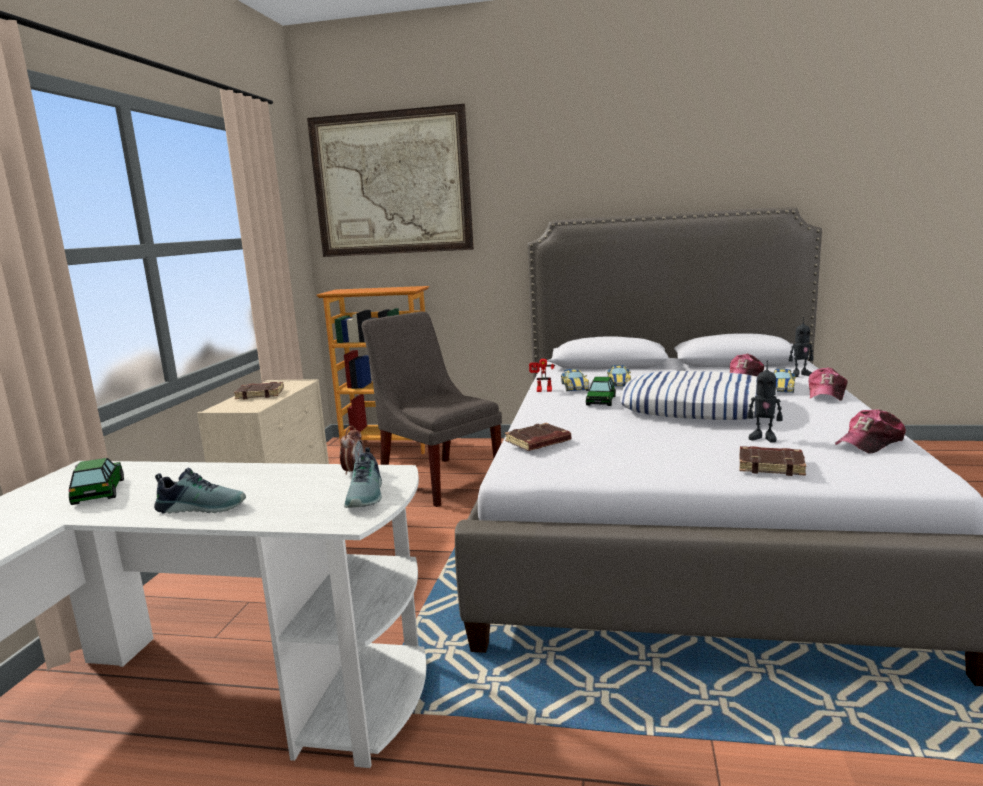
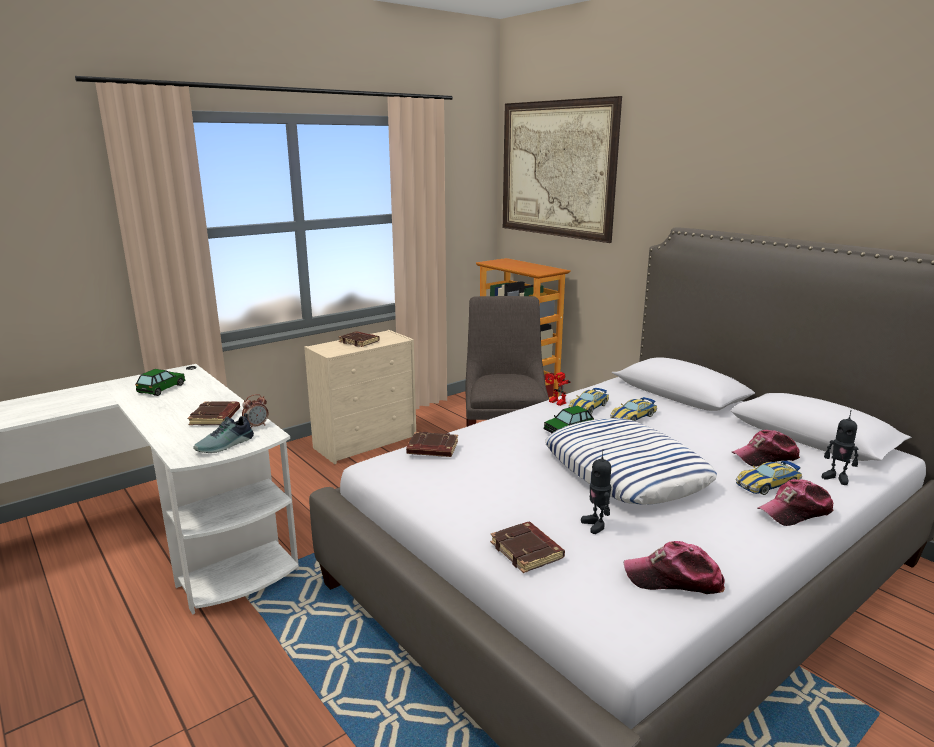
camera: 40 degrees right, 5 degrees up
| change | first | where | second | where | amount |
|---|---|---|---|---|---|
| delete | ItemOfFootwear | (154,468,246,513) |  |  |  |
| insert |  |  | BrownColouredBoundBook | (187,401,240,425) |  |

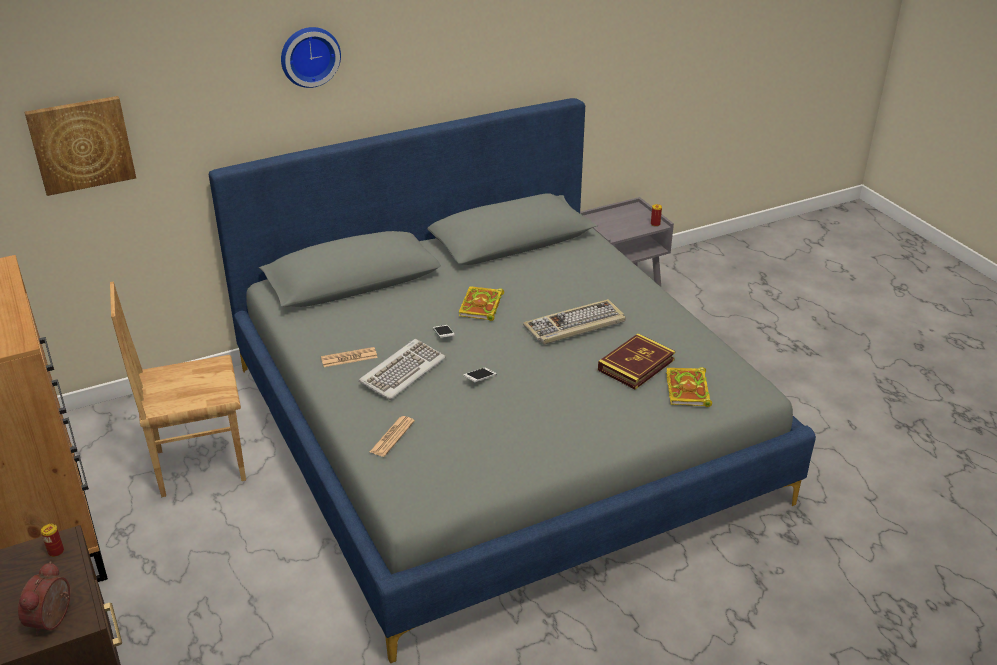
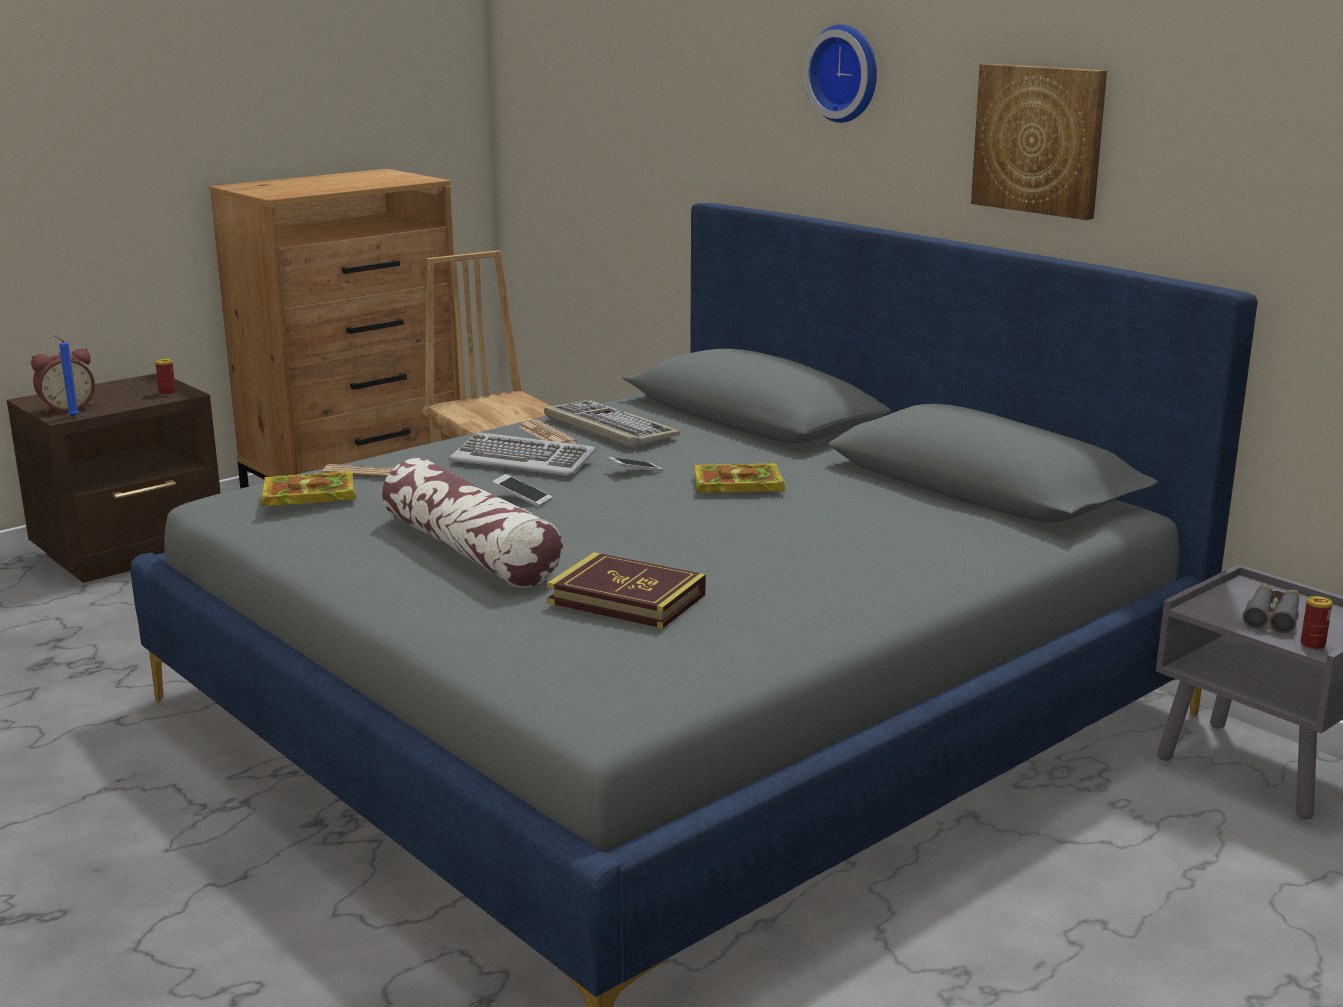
camera: 75 degrees right, 15 degrees down
| change | first | where | second | where | amount |
|---|---|---|---|---|---|
| rotate | AlarmClock | (18,561,70,635) |  | (31,348,95,413) | 150 degrees clockwise |
| move | WallPicture | (25,96,136,196) |  | (971,63,1107,220) |  |
| move | PcKeyboard | (523,299,625,345) |  | (544,400,680,448) |  |
| move | BoundBook | (666,367,712,407) |  | (261,471,356,506) |  |
| insert |  |  | BlueColouredWaxLight | (53,335,79,417) |  |
| insert |  |  | Cushion | (382,458,563,588) |  |
| insert |  |  | GrayFieldGlasses | (1243,584,1299,634) |  |

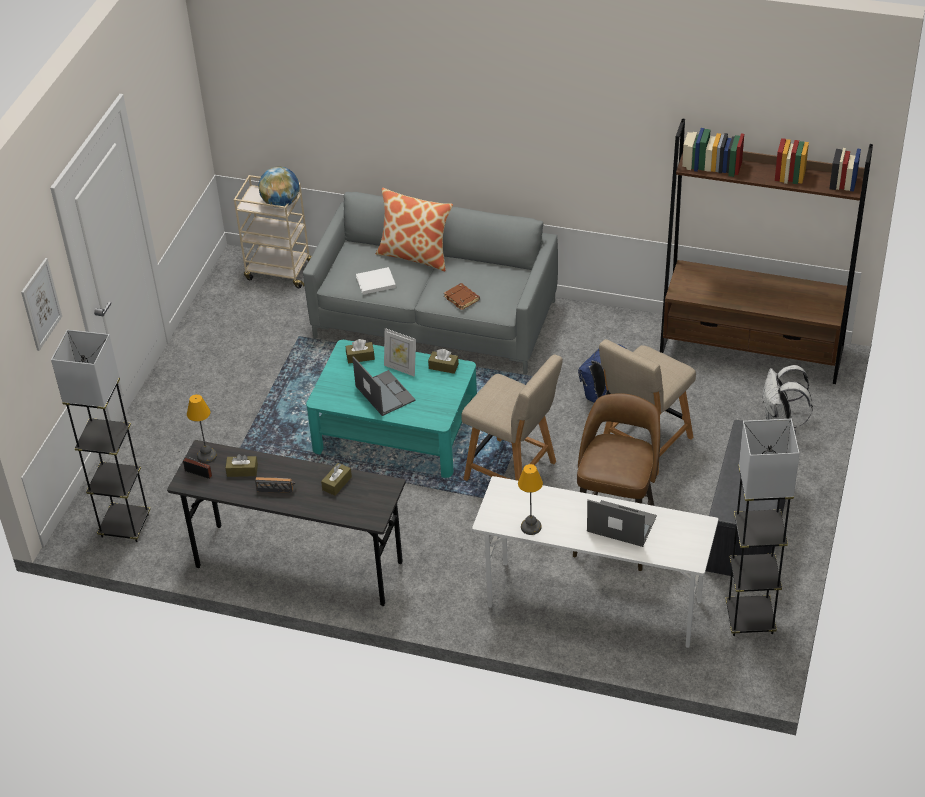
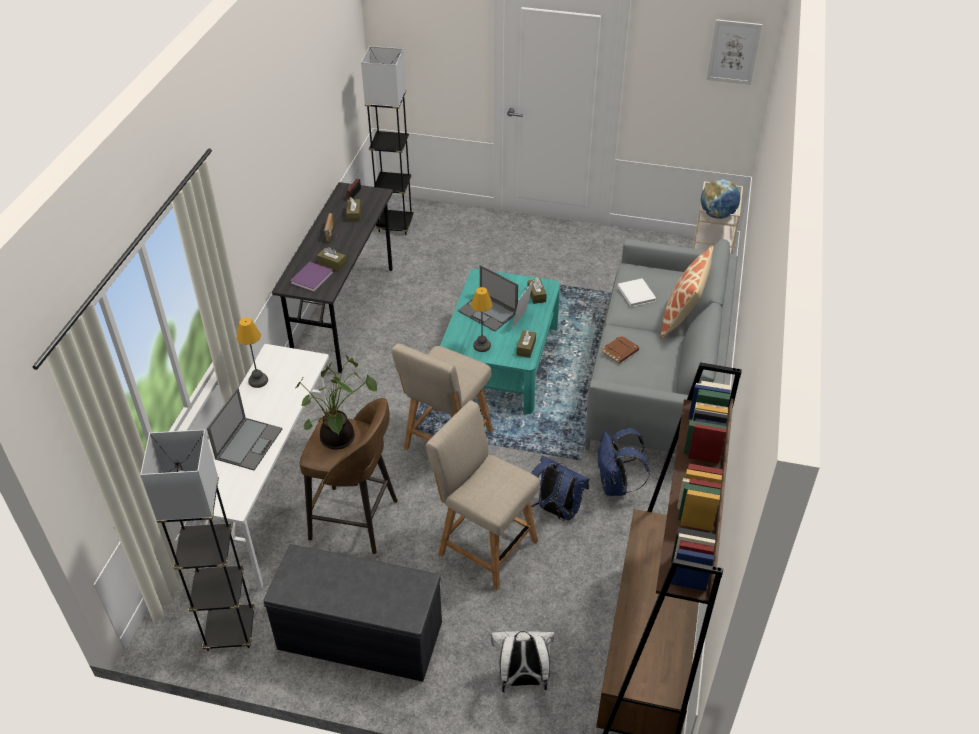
camera: 85 degrees right, 0 degrees up
| change | first | where | second | where | amount |
|---|---|---|---|---|---|
| move | WallPicture | (21,258,62,351) |  | (707,19,762,85) |  |
| move | TabletopLamp | (187,394,217,464) |  | (471,287,493,352) |  |
| rotate | PortableComputer | (352,356,416,416) |  | (458,265,518,331) | 75 degrees clockwise |
| insert |  |  | PurplishBoundBook | (290,262,333,292) |  |
| insert |  |  | Houseplant | (296,355,377,450) |  |
| insert |  |  | BlueColouredBackpack | (597,428,650,496) |  |

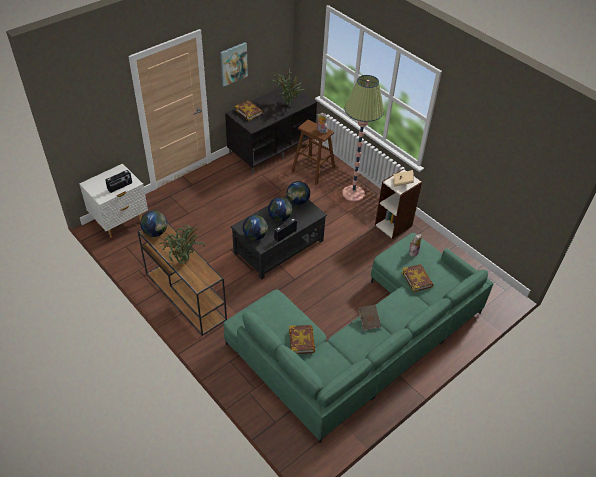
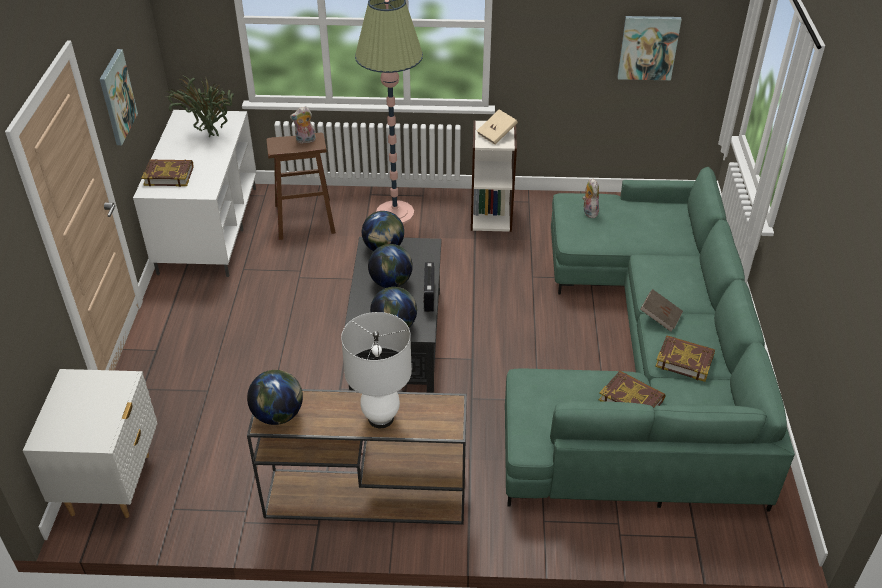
camera: 45 degrees left, 5 degrees down
| change | first | where | second | where | amount |
|---|---|---|---|---|---|
| delete | RadioReceiver | (105,170,132,193) |  |  |  |
| replace | Houseplant | (158,225,205,264) | WhiteColouredTabletopLamp | (341,312,412,428) |  |
| recolor | BlackishTvUnit | (225,84,317,174) | WhiteColouredTvUnit | (133,110,257,277) |  |
| move | BoundBook | (402,264,433,292) |  | (655,336,715,382) |  |
| insert |  |  | WallPicture | (617,16,682,80) |  |

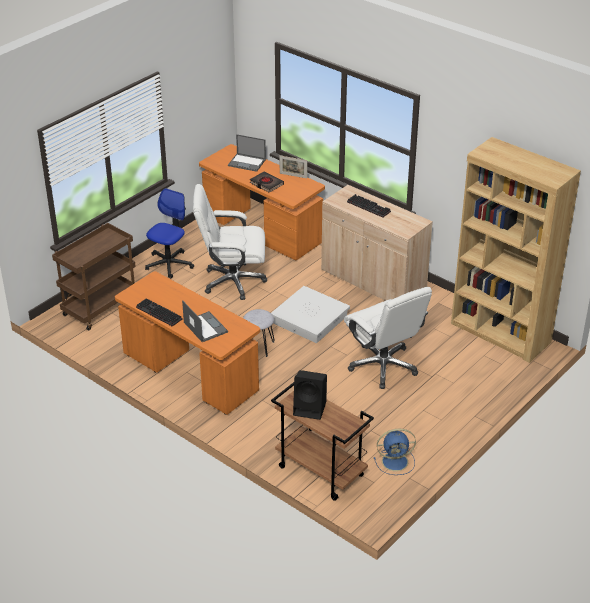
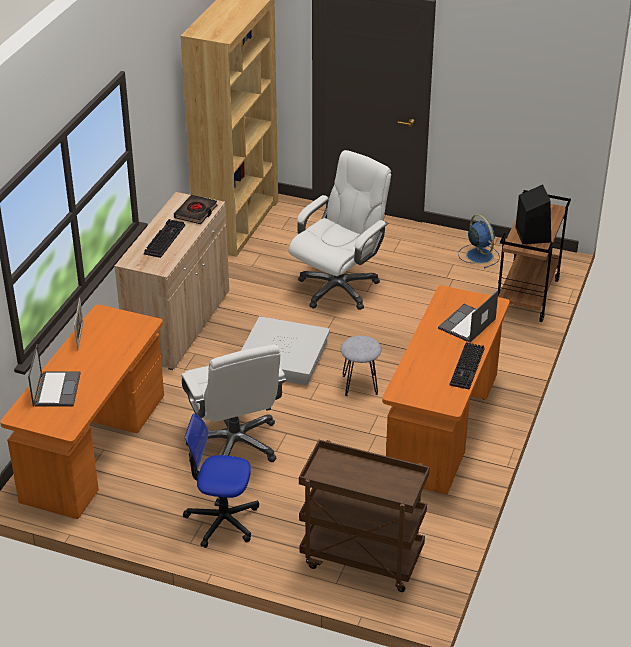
camera: 110 degrees left, 0 degrees up
| change | first | where | second | where | amount |
|---|---|---|---|---|---|
| move | BlackishBoundBook | (250,171,284,193) |  | (174,195,217,224) |  |

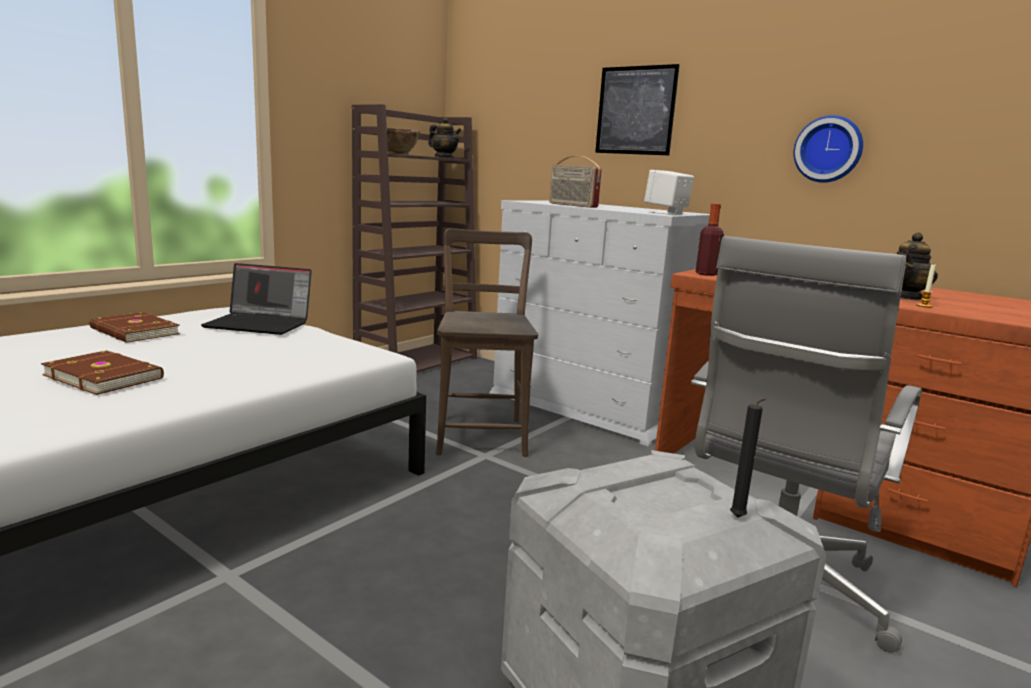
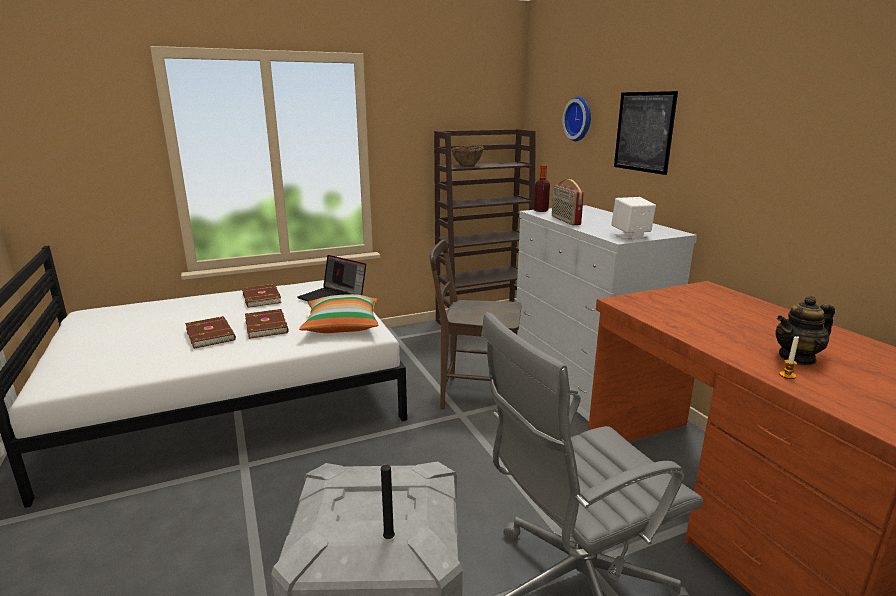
camera: 30 degrees right, 5 degrees up
| change | first | where | second | where | amount |
|---|---|---|---|---|---|
| delete | PotForTea | (428,118,462,158) |  |  |  |
| rotate | BrownColouredChair | (436,228,538,457) |  | (429,240,522,409) | 105 degrees counterclockwise |
| move | BeverageBottle | (696,203,724,276) |  | (534,165,550,212) |  |
| move | WallClock | (793,115,863,183) |  | (562,97,591,141) |  |
| insert |  |  | BrownColouredBoundBook | (245,309,289,339) |  |
| insert |  |  | Cushion | (299,294,379,333) |  |

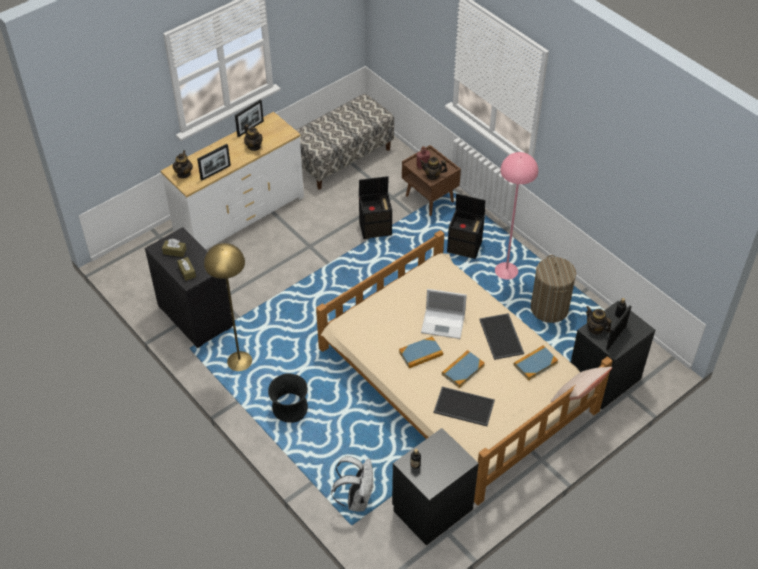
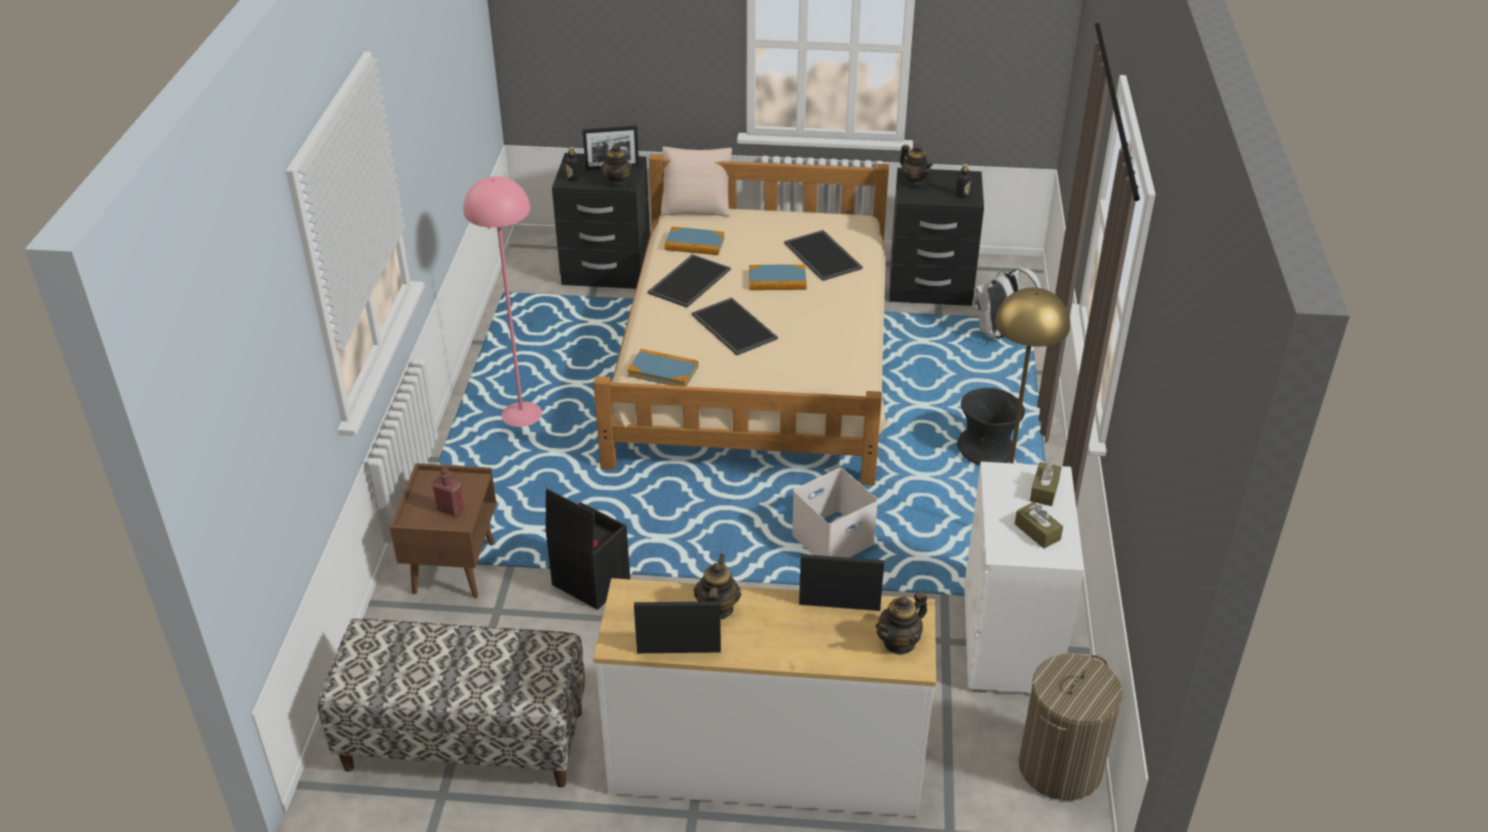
camera: 135 degrees left, 10 degrees down
| change | first | where | second | where | amount |
|---|---|---|---|---|---|
| recolor | BlackishDrawerChest | (145,227,233,348) | WhiteColouredDrawerChest | (964,462,1084,693) |  |
| move | BoundBook | (399,336,443,368) |  | (627,349,698,386) |  |
| move | PotForTea | (420,156,448,180) |  | (900,145,933,187) |  |
| replace | PortableComputer | (421,289,467,339) | Tray | (692,297,778,355) |  |
| delete | BlackishStorageBin | (447,194,486,259) |  |  |  |
| move | LaundryBasket | (531,255,576,323) |  | (1018,654,1123,800) |  |
| insert |  |  | WhiteColouredStorageBin | (792,467,878,558) |  |

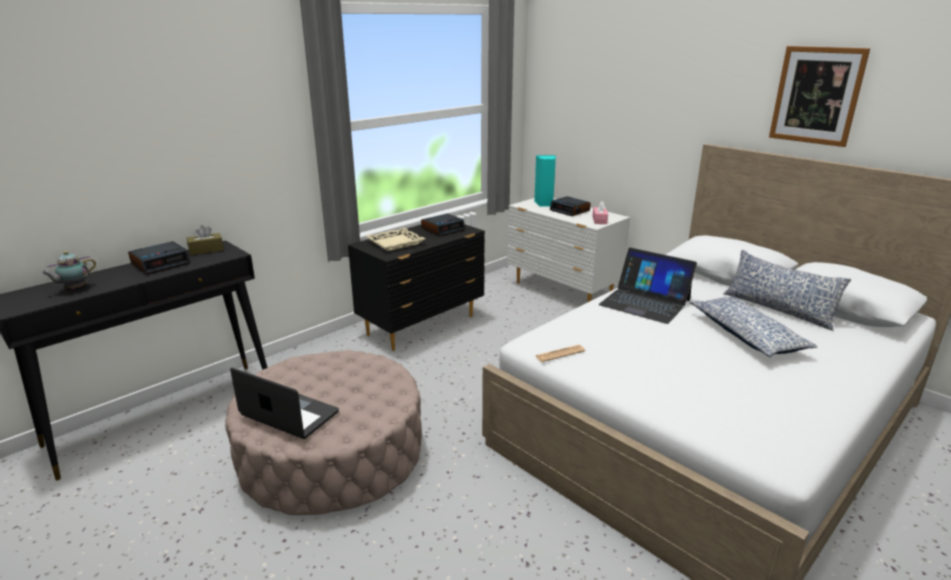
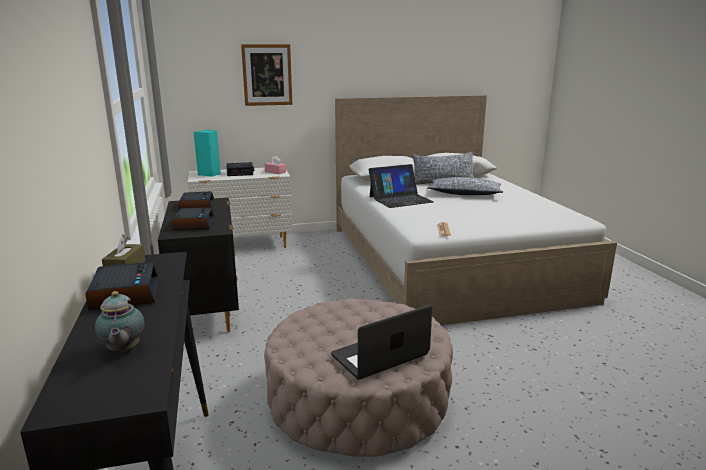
camera: 60 degrees left, 5 degrees down
| change | first | where | second | where | amount |
|---|---|---|---|---|---|
| replace | BeigeColouredTray | (366,227,425,251) | AlarmClock | (172,208,215,230) |  |
| move | WallPicture | (769,46,870,147) |  | (241,44,292,106) |  |

